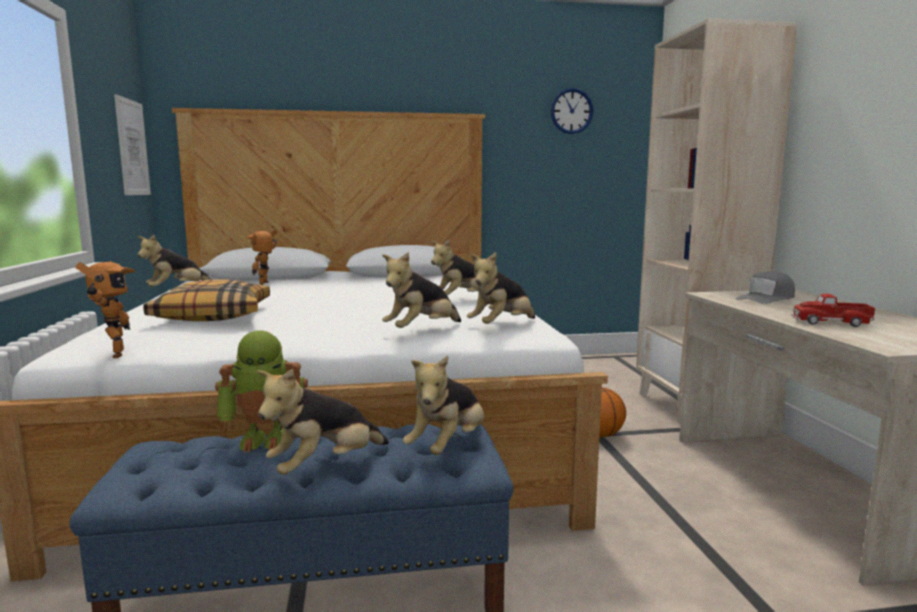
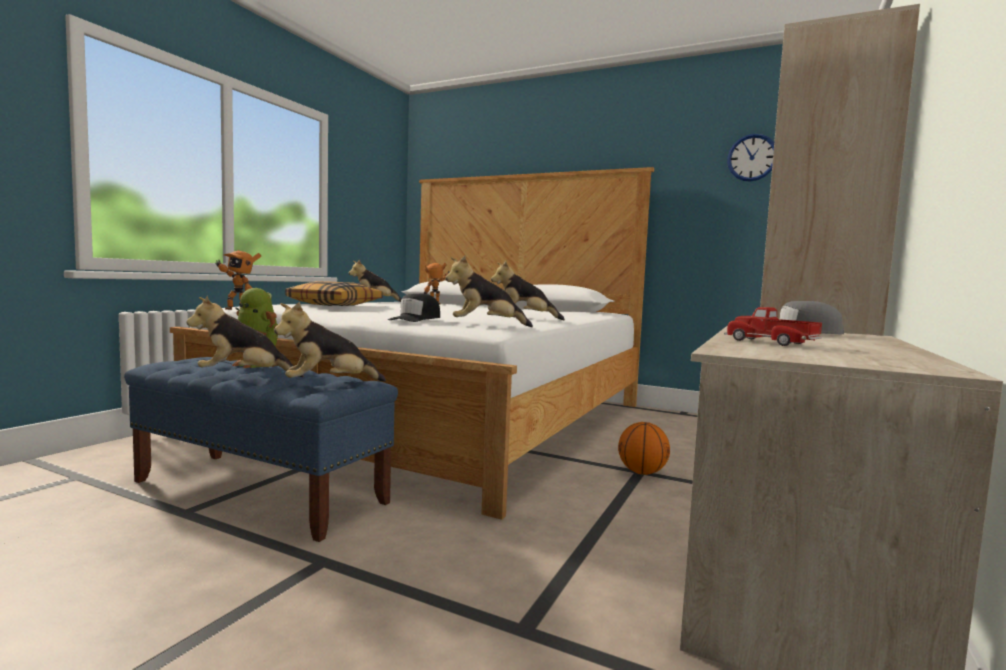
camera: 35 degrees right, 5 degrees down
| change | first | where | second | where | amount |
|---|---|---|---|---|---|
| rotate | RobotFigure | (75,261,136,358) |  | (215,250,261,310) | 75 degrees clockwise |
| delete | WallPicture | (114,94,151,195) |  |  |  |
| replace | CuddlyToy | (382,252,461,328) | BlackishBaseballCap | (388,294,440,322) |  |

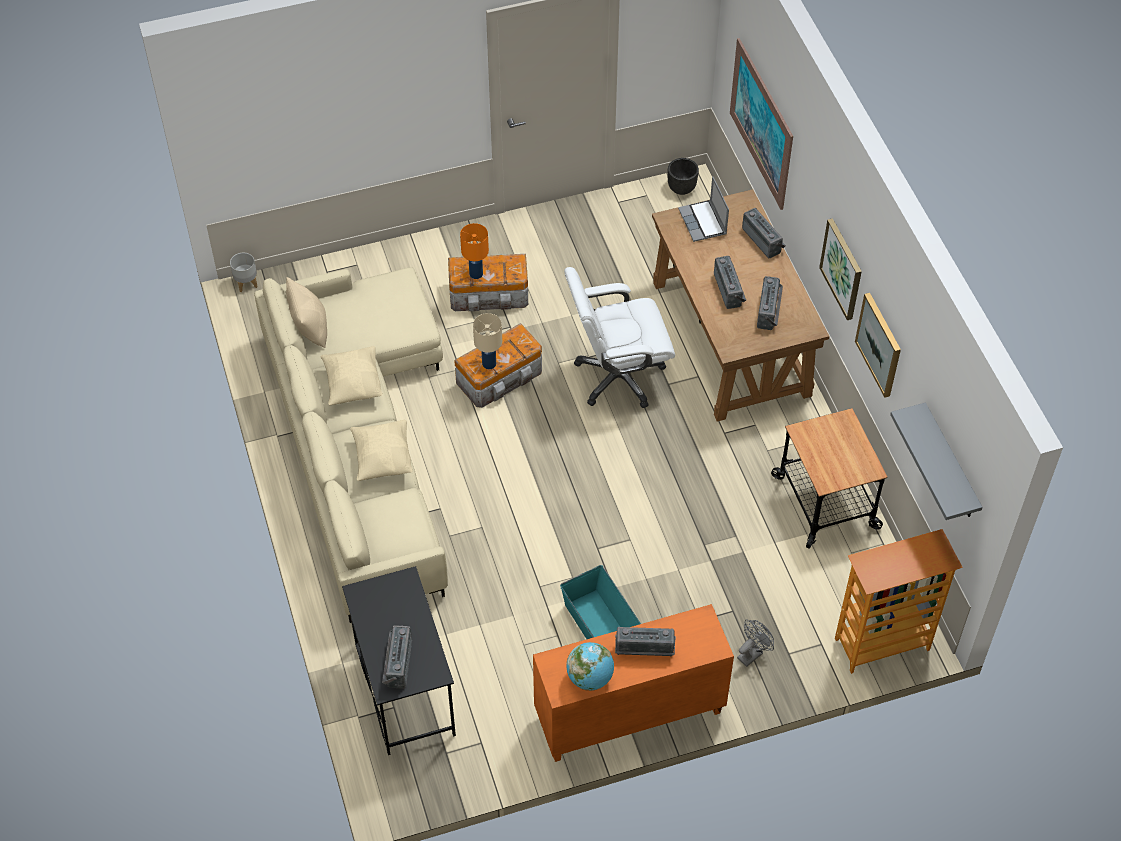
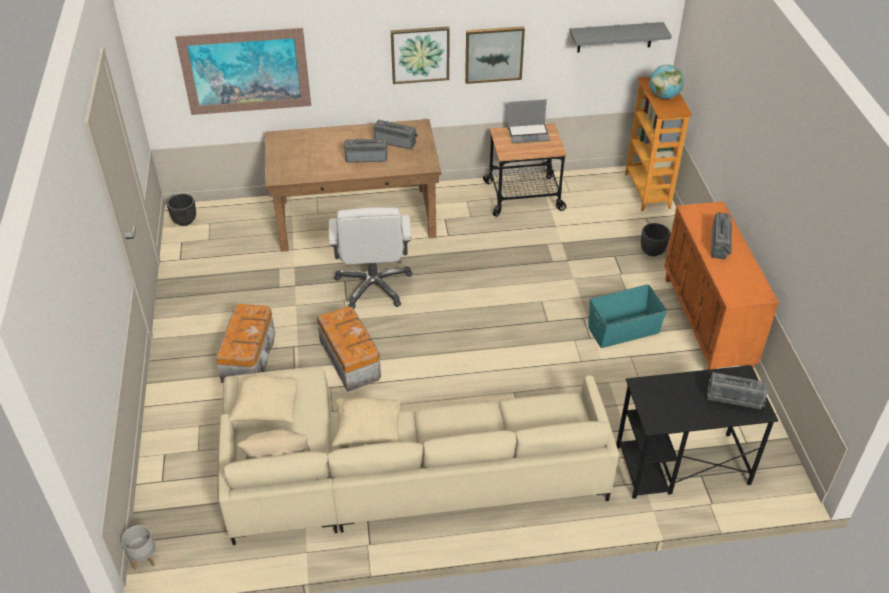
camera: 80 degrees left, 10 degrees down
| change | first | where | second | where | amount |
|---|---|---|---|---|---|
| move | BeigeColouredCushion | (350,420,413,481) |  | (228,375,299,422) |  |
| delete | OrangeyTabletopLamp | (460,223,489,279) |  |  |  |
| delete | BeigeColouredTabletopLamp | (473,313,502,369) |  |  |  |
| move | Globe | (566,642,614,691) |  | (649,64,684,99) |  |
| move | PortableComputer | (678,176,729,242) |  | (508,99,550,143) |  |
| replace | GrayElectricFan | (737,620,774,667) | BlackishPlantPot | (641,223,670,257) |  |
| delete | RadioReceiver | (742,208,786,258) |  |  |  |

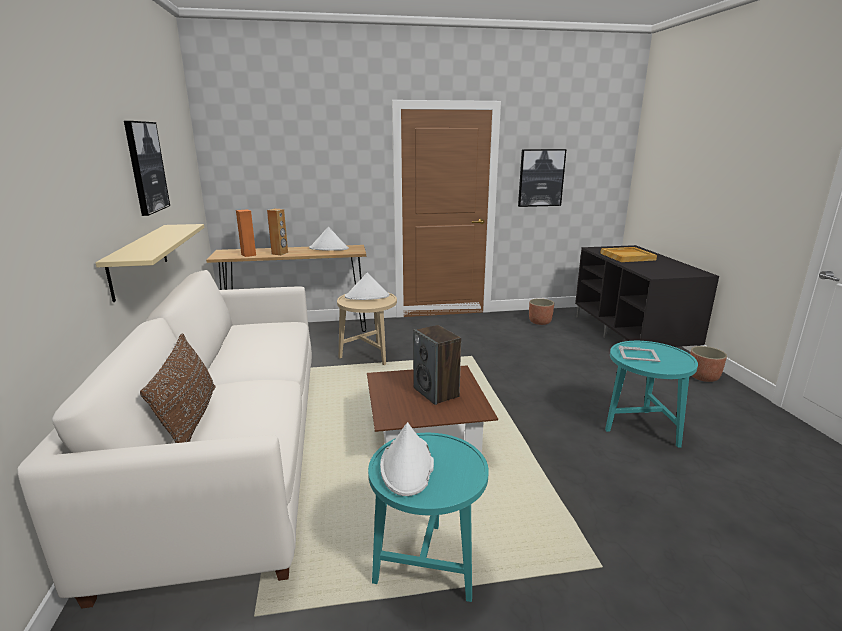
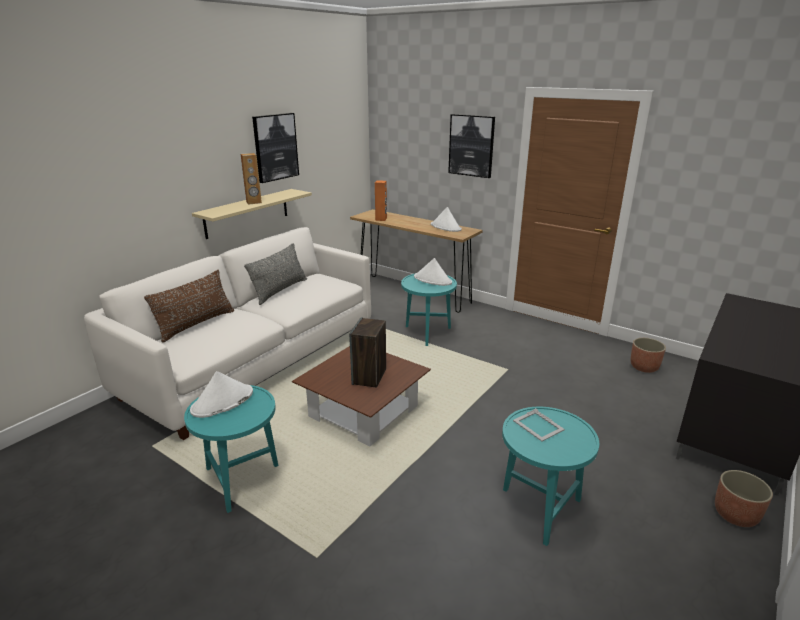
camera: 45 degrees right, 5 degrees up
| change | first | where | second | where | amount |
|---|---|---|---|---|---|
| move | BrownColouredAudioSpeaker | (267,209,288,255) |  | (241,153,262,205) |  |
| recolor | BeigeColouredEndTable | (337,292,397,365) | TurquoiseColouredEndTable | (401,273,457,346) |  |
| move | WallPicture | (518,149,566,207) |  | (448,114,495,178) |  |
| delete | BeigeColouredTray | (600,247,657,262) |  |  |  |
| insert |  |  | GrayCushion | (244,243,307,305) |  |

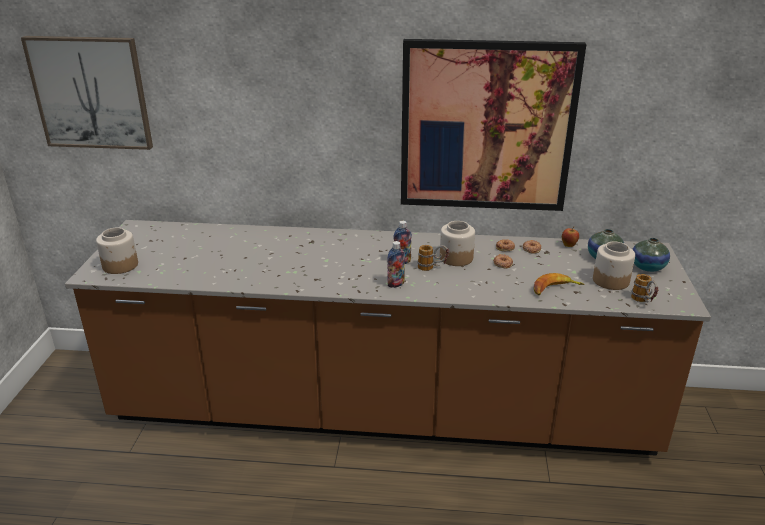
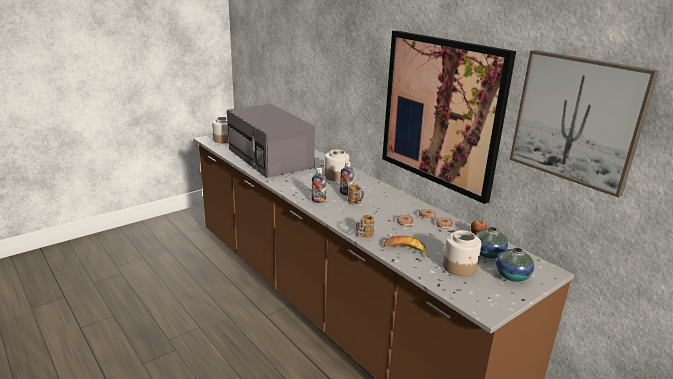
camera: 45 degrees right, 5 degrees down
| change | first | where | second | where | amount |
|---|---|---|---|---|---|
| move | WallPicture | (21,36,153,150) |  | (510,50,659,197) |  |
| move | StorageJar | (440,221,475,266) |  | (325,149,349,181) |  |
| move | CoffeeMug | (631,274,658,302) |  | (356,215,375,238) |  |
| insert |  |  | GrayKitchenMicrowave | (227,104,315,178) |  |

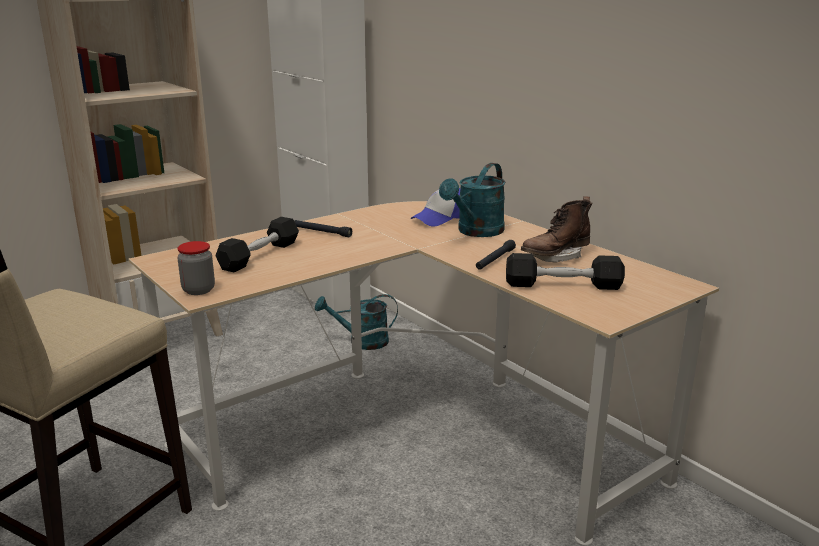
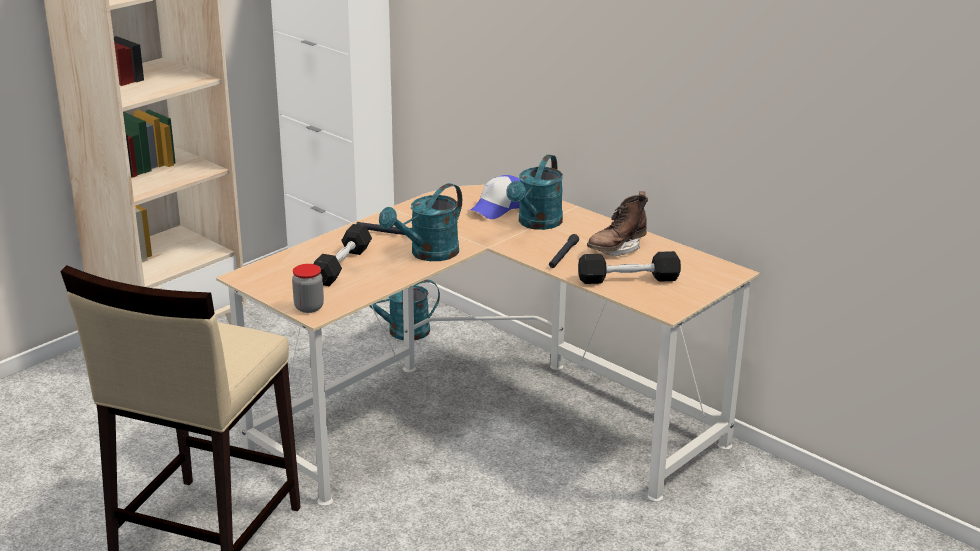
camera: 10 degrees left, 5 degrees up
| change | first | where | second | where | amount |
|---|---|---|---|---|---|
| insert |  |  | TurquoiseColouredWateringPot | (379,183,462,261) |  |

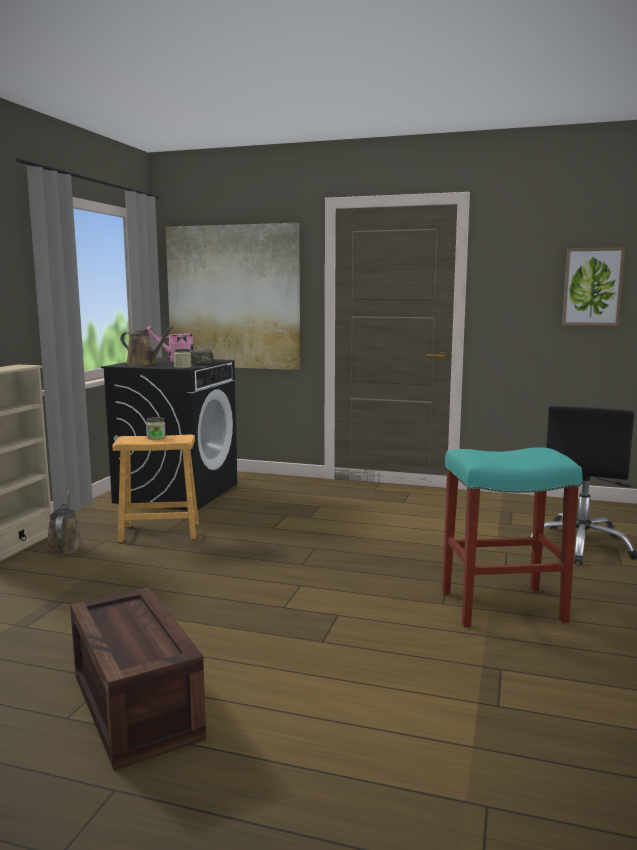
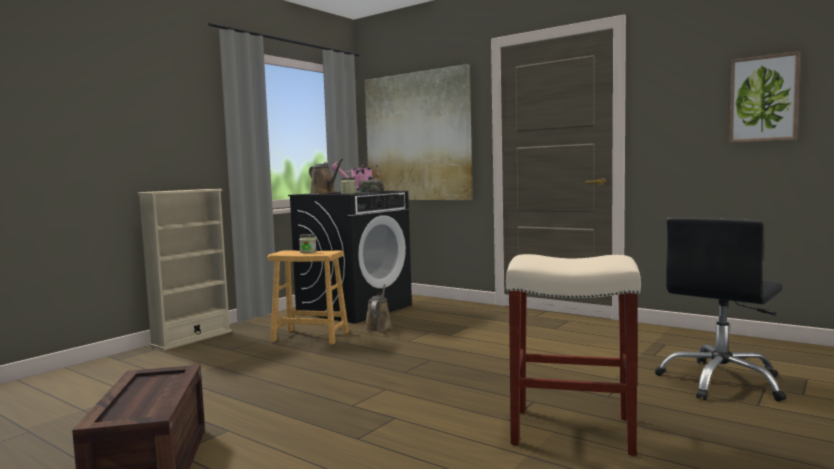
camera: 20 degrees right, 5 degrees down
| change | first | where | second | where | amount |
|---|---|---|---|---|---|
| move | BrownColouredWateringPot | (45,490,84,555) |  | (364,284,393,332) |  |
| recolor | TurquoiseColouredStool | (442,447,582,627) | BeigeColouredStool | (506,254,641,456) |  |

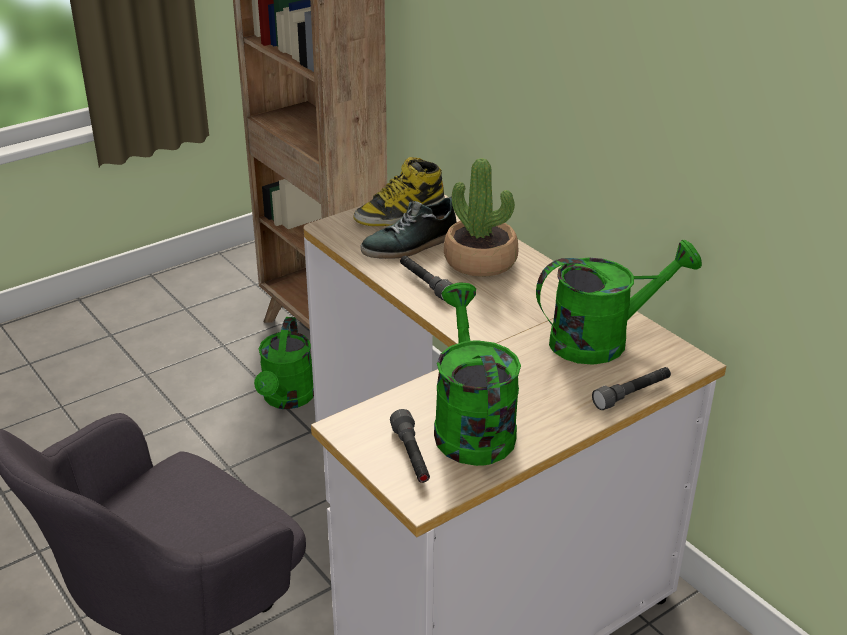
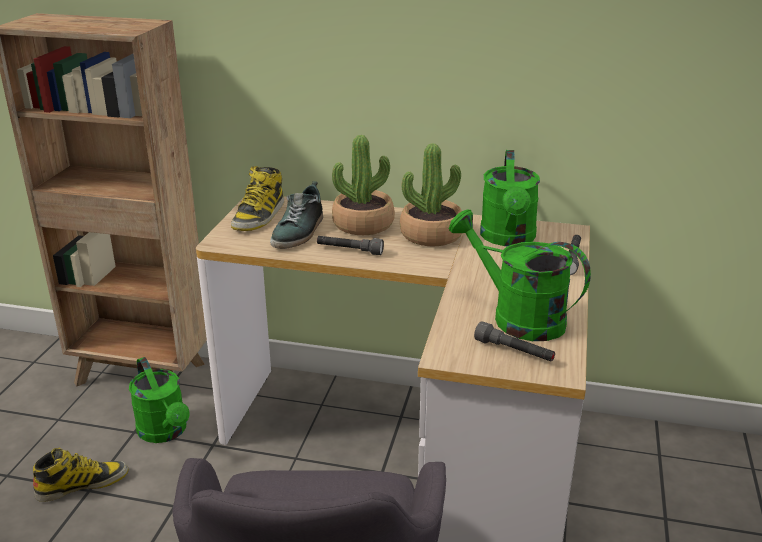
camera: 40 degrees left, 5 degrees down
| change | first | where | second | where | amount |
|---|---|---|---|---|---|
| rotate | GreenColouredWateringPot | (536,240,702,365) |  | (480,150,540,246) | 150 degrees clockwise |
| insert |  |  | HighTopBoot | (33,448,129,502) |  |
| insert |  |  | Houseplant | (400,143,462,246) |  |

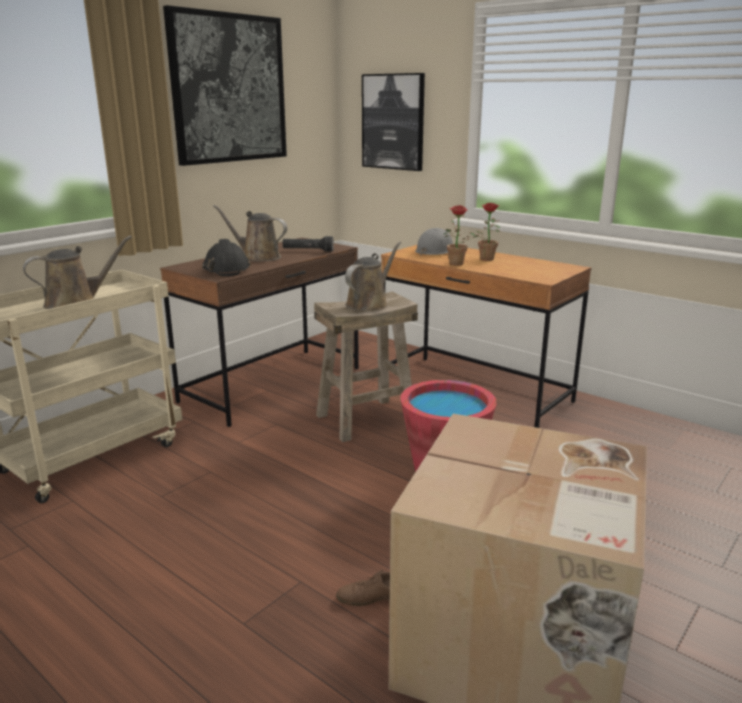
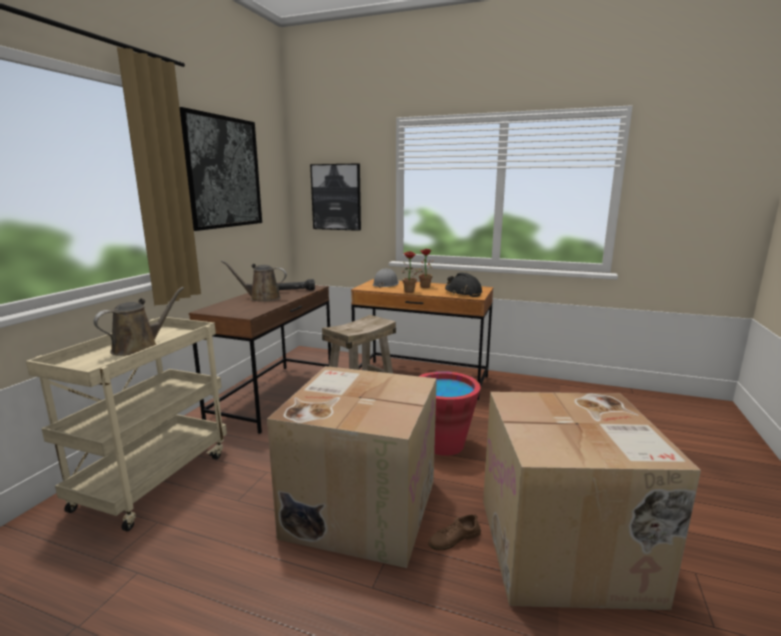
camera: 20 degrees left, 5 degrees down
| change | first | where | second | where | amount |
|---|---|---|---|---|---|
| move | BlackishWorkHelmet | (202,239,251,276) |  | (445,272,482,297) |  |
| delete | BrownColouredWateringPot | (345,242,401,311) |  |  |  |
| insert |  |  | CardboardBox | (267,366,437,568) |  |

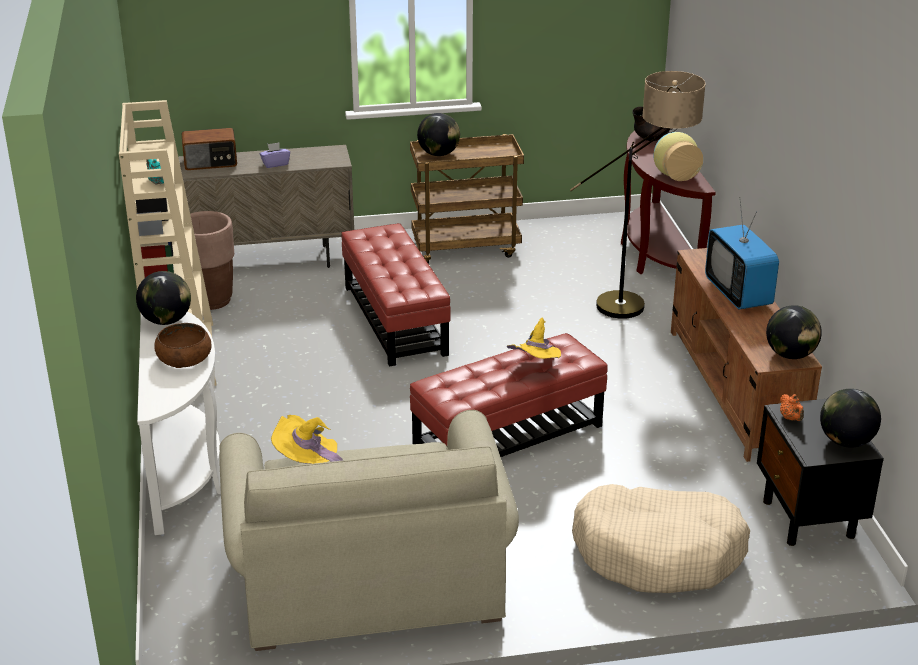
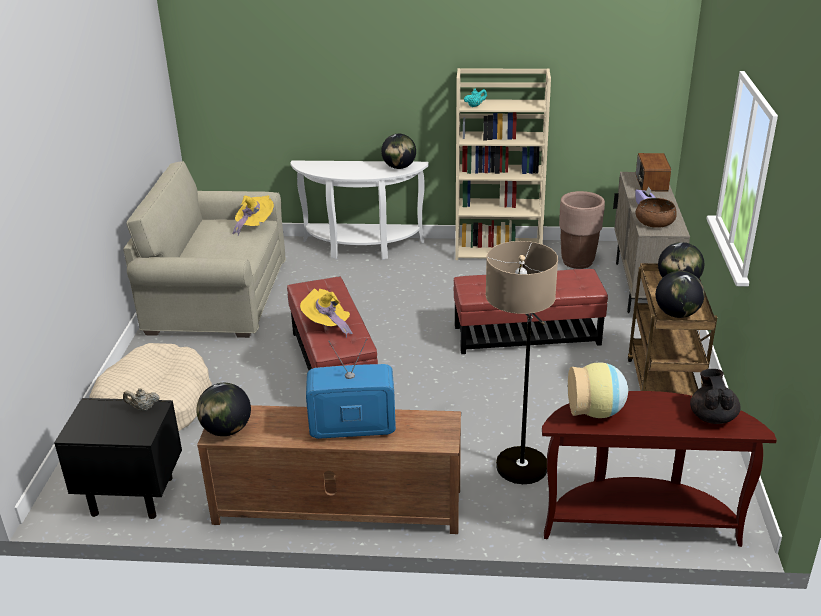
camera: 105 degrees right, 0 degrees up
| change | first | where | second | where | amount |
|---|---|---|---|---|---|
| move | BrownColouredServingBowl | (154,323,212,368) |  | (636,198,677,228) |  |
| recolor | OrangeyPotForTea | (780,394,804,421) | BeigeColouredPotForTea | (123,388,160,411) |  |
| move | Globe | (820,389,881,448) |  | (656,271,705,318) |  |

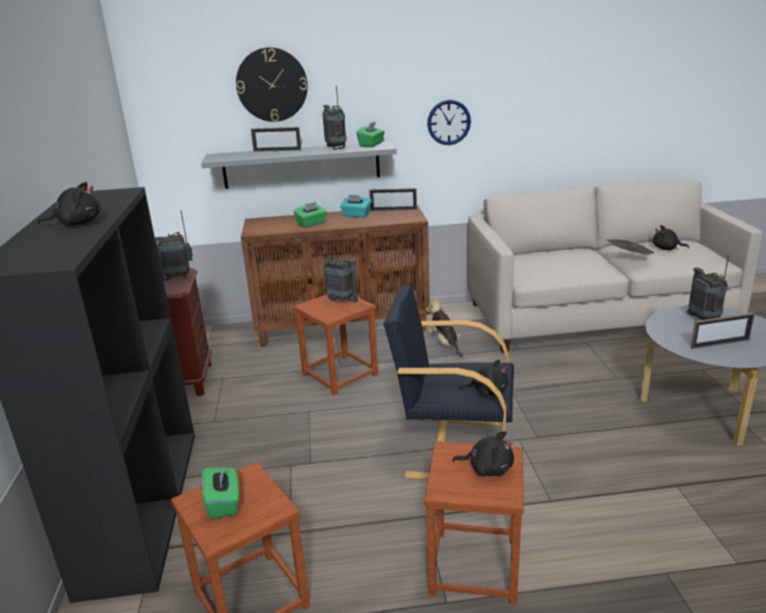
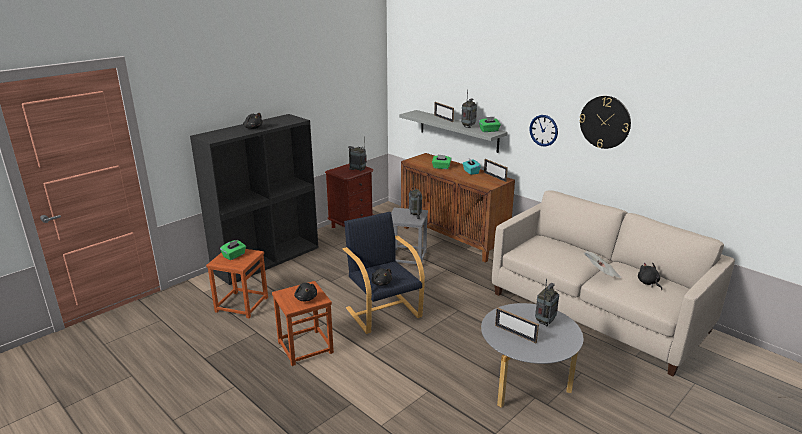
camera: 50 degrees right, 0 degrees up
| change | first | where | second | where | amount |
|---|---|---|---|---|---|
| move | WallClock | (236,47,308,122) |  | (579,96,631,149) |  |
| recolor | BrownColouredStool | (293,294,378,395) | GrayStool | (391,208,428,264) |  |
| delete | CuddlyToy | (426,297,463,357) |  |  |  |

